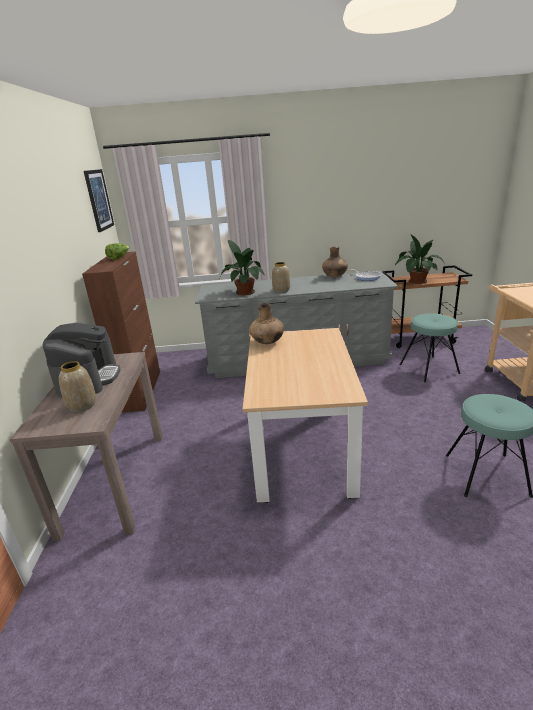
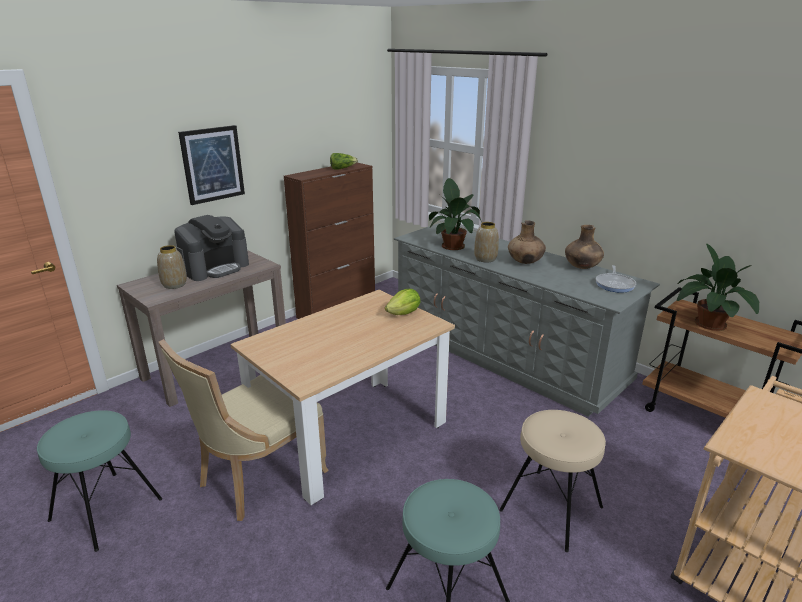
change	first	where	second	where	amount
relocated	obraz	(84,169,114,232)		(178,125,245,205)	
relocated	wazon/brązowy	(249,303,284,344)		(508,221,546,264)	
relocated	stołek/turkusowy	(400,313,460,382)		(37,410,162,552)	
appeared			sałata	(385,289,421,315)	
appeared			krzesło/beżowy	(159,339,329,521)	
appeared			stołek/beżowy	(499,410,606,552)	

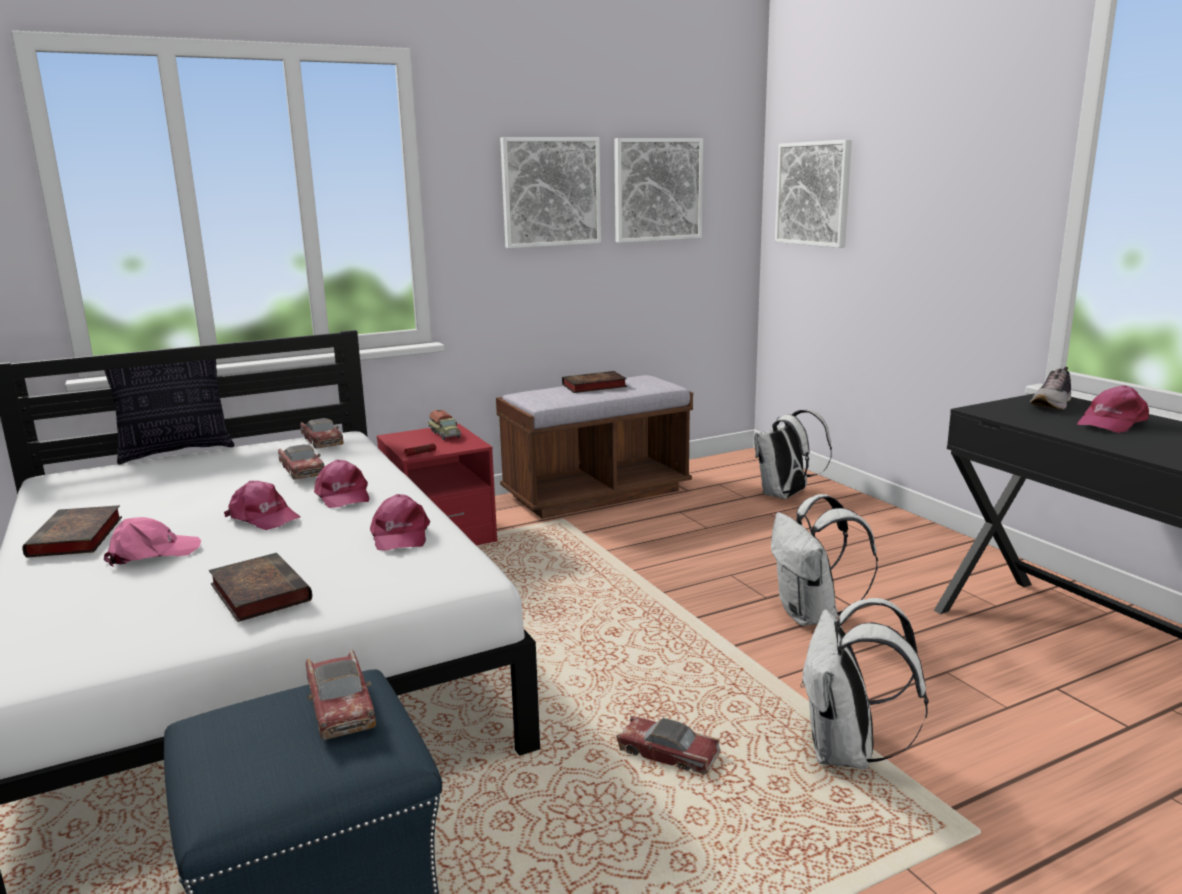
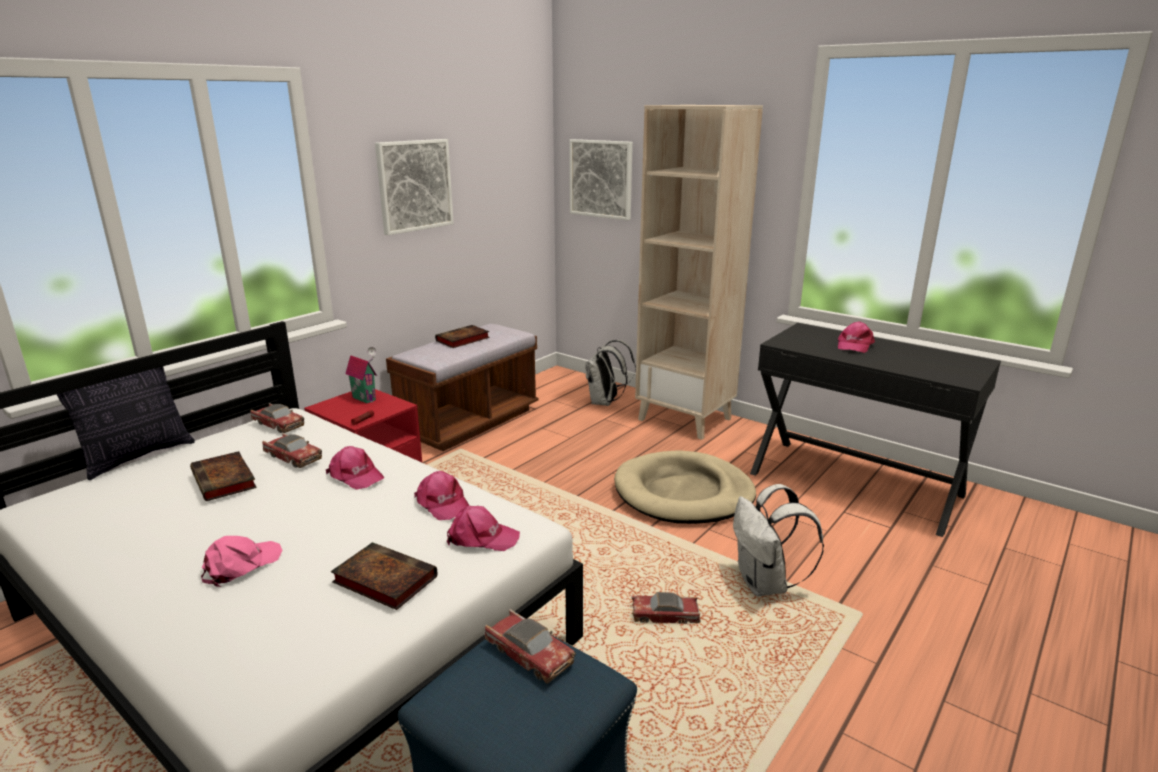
change	first	where	second	where	amount
missing	obraz	(614,138,703,243)			
missing	but	(1030,367,1071,410)			
exchanged	ciężarówka zabawkowa	(428,409,461,440)	domek	(345,347,377,403)	
relocated	czapka z daszkiem/różowy	(224,481,300,530)		(447,506,520,551)	
exchanged	plecak/biały	(771,494,878,626)	legowisko/beżowy	(614,451,756,524)	
relocated	książka	(22,505,122,558)		(190,451,257,501)	
appeared			regał/beżowy	(635,105,763,440)	

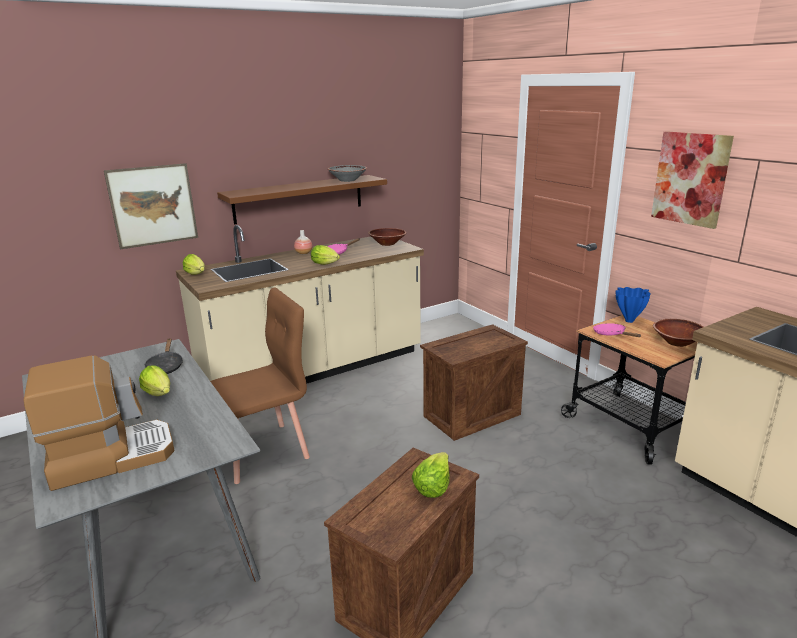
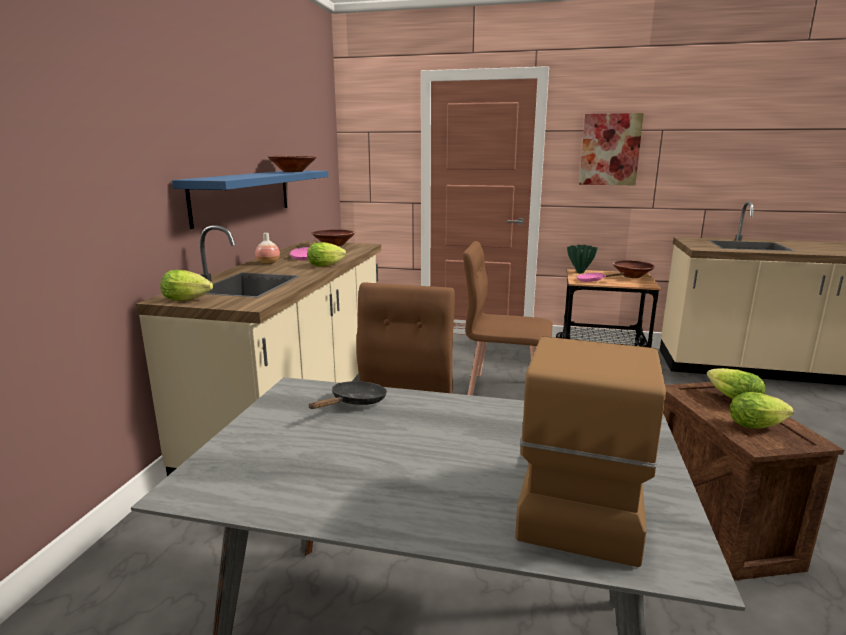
change	first	where	second	where	amount
missing	obraz	(104,163,198,249)			
colour	miska/szary	(328,165,367,182)	miska/brązowy	(267,156,316,172)	
colour	półka/brązowy	(217,175,387,224)	półka/niebieski	(172,171,328,229)	
colour	wazon/niebieski	(616,287,651,323)	wazon/zielony	(567,245,598,273)	
exchanged	skrzynka	(420,324,528,441)	krzesło/brązowy	(463,241,553,396)	
spun	patelnia/czarny	(144,338,183,374)		(308,381,387,409)	90 degrees counterclockwise
relocated	sałata	(139,365,170,396)		(730,392,794,428)	

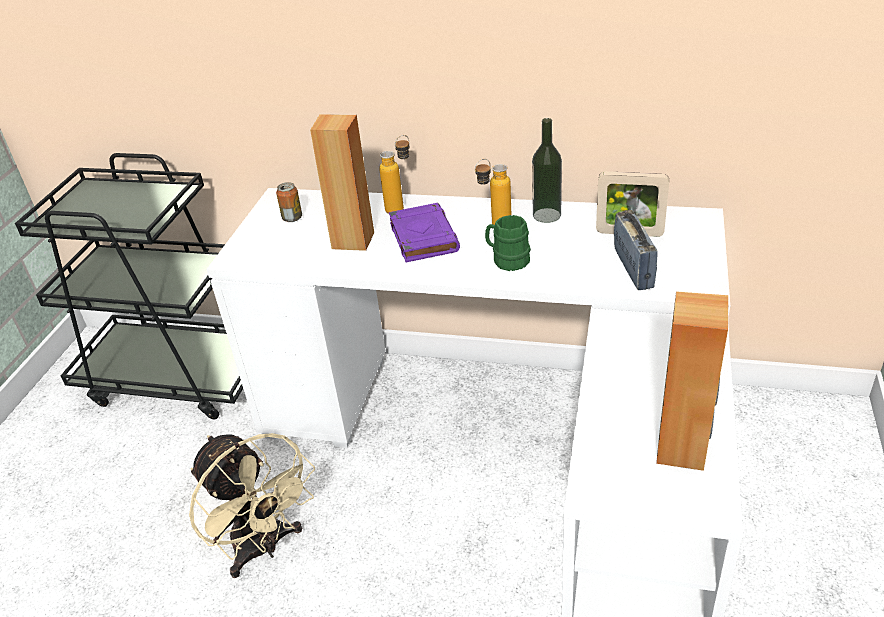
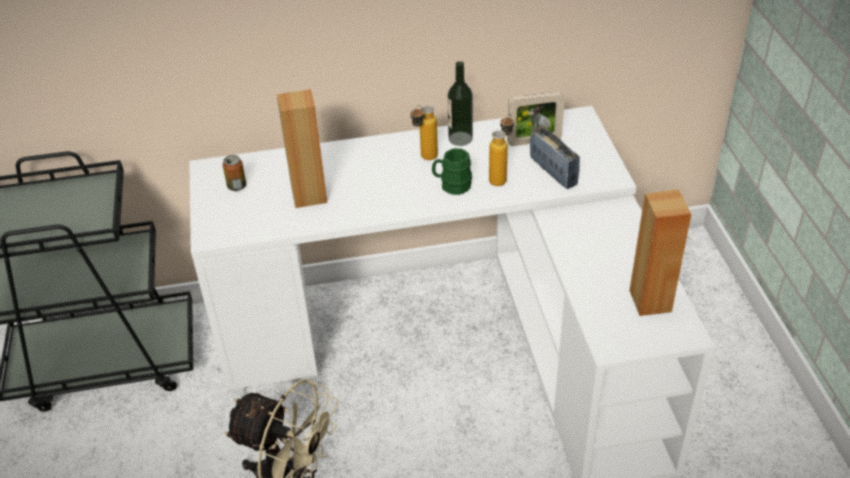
change	first	where	second	where	amount
relocated	butelka	(379,135,410,214)		(489,113,514,186)	
missing	książka/fioletowy	(389,203,460,262)			

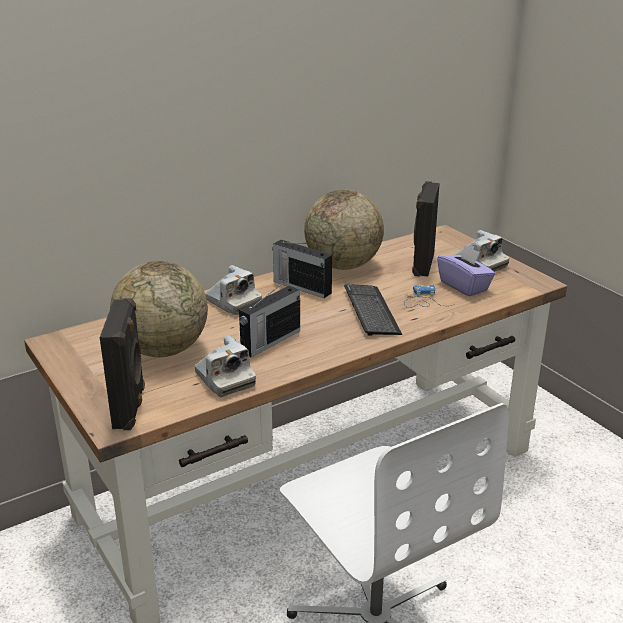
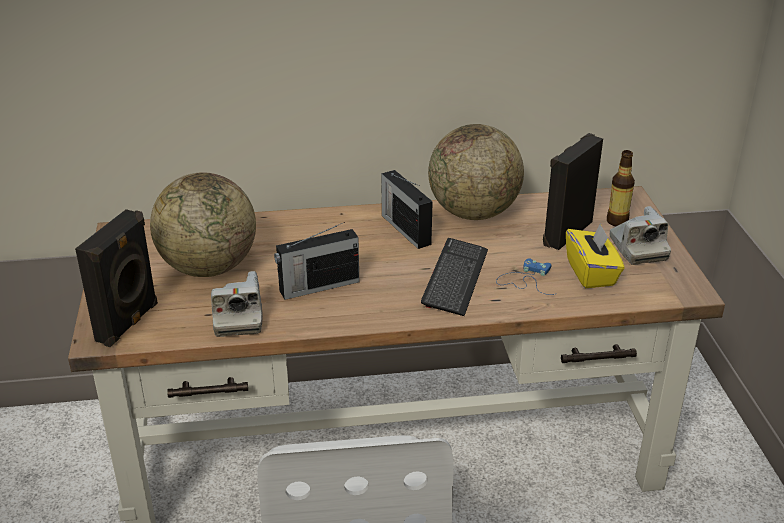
change	first	where	second	where	amount
colour	pudełko chusteczek/fioletowy	(437,245,495,296)	pudełko chusteczek/żółty	(566,223,625,288)	
missing	aparat fotograficzny	(205,265,262,315)			
appeared			butelka	(607,150,635,226)	

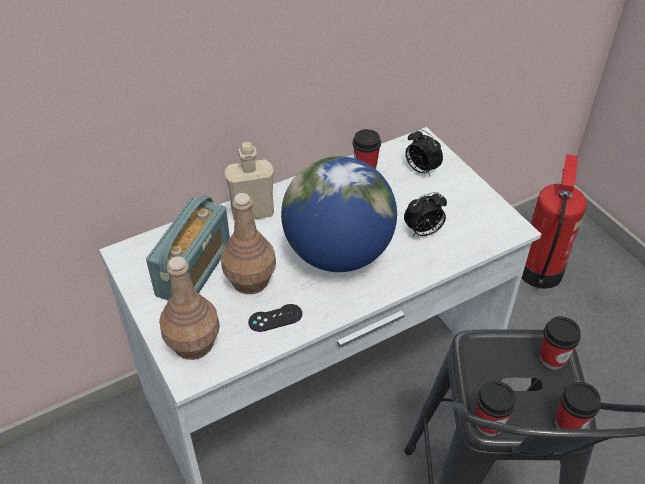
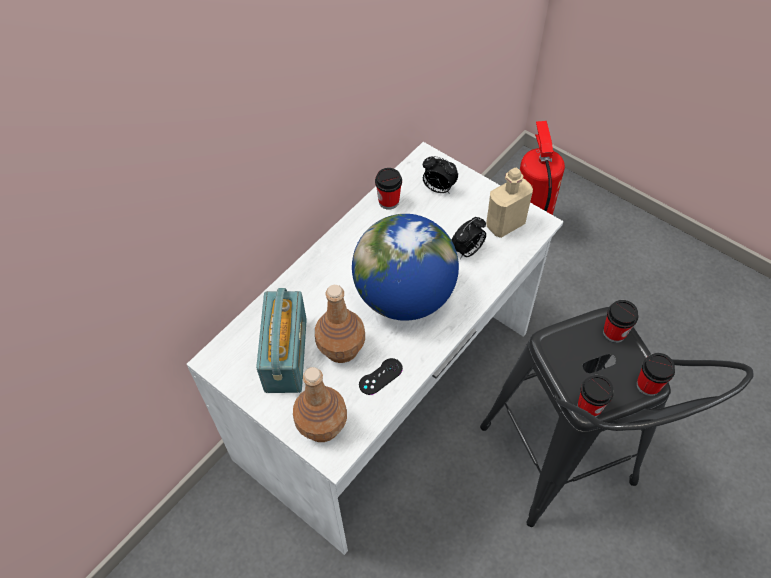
change	first	where	second	where	amount
relocated	butelka/beżowy	(225,142,274,220)		(486,168,533,238)	

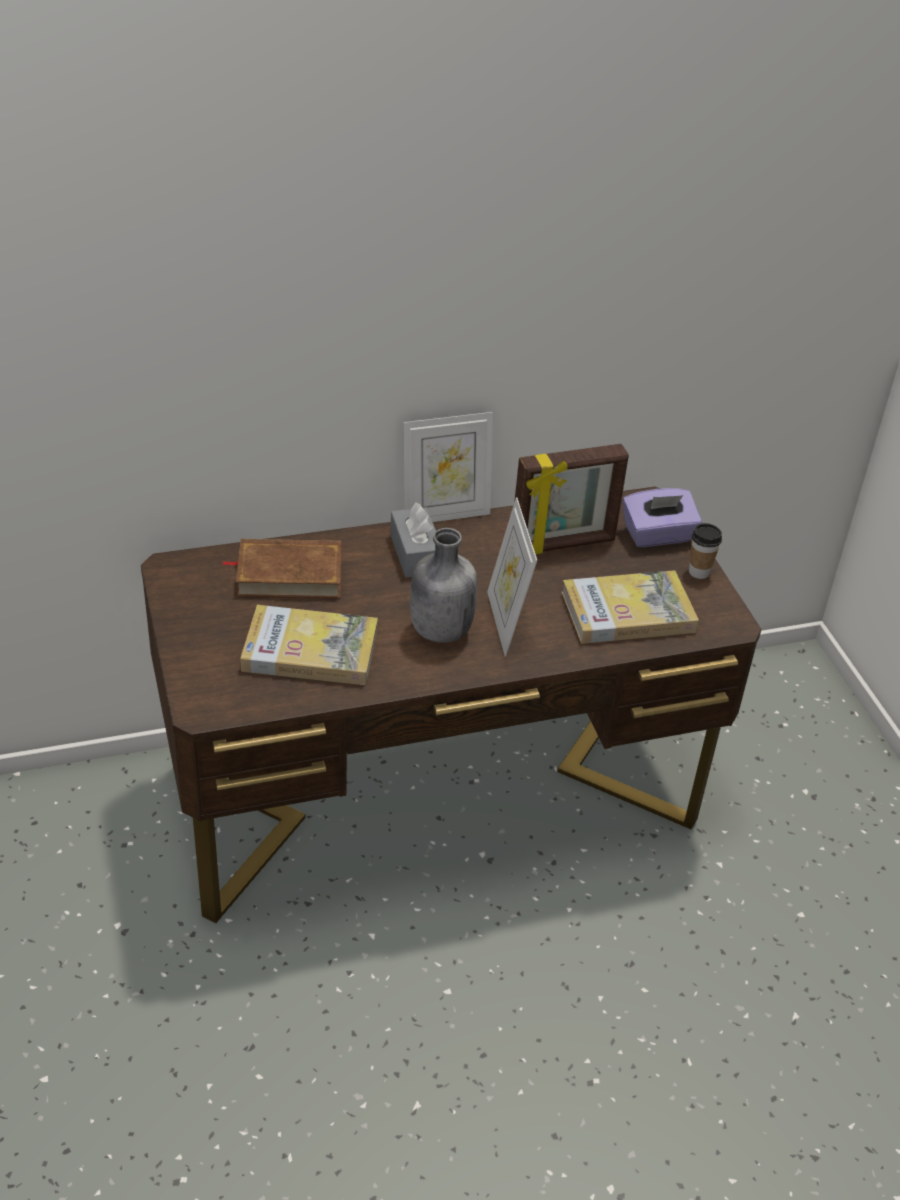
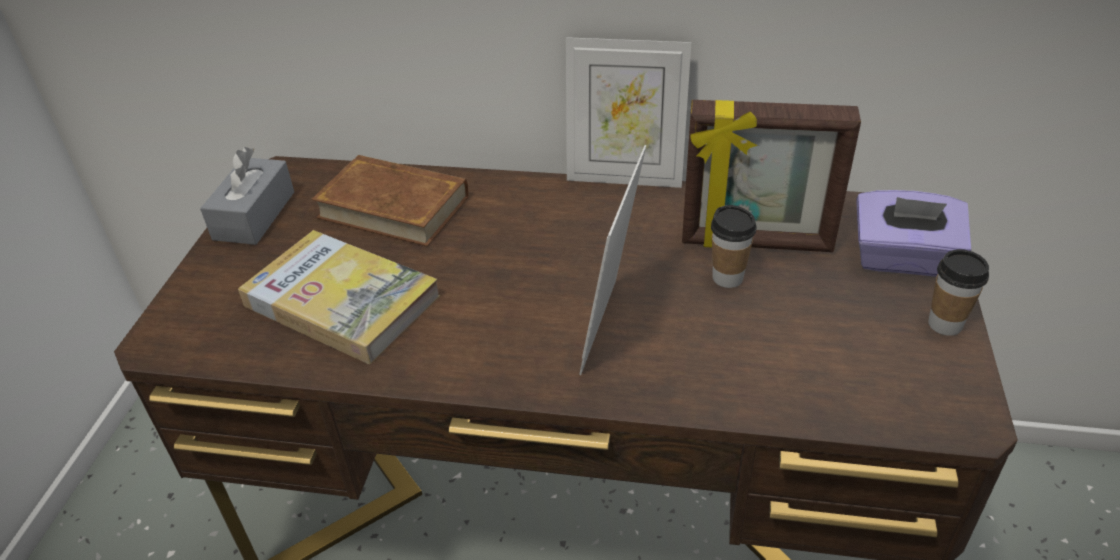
change	first	where	second	where	amount
relocated	pudełko chusteczek/szary	(390,502,436,577)		(200,147,294,245)	
missing	butelka/szary	(410,528,477,643)			
missing	książka	(562,570,699,644)			
appeared			filiżanka	(711,205,757,288)	

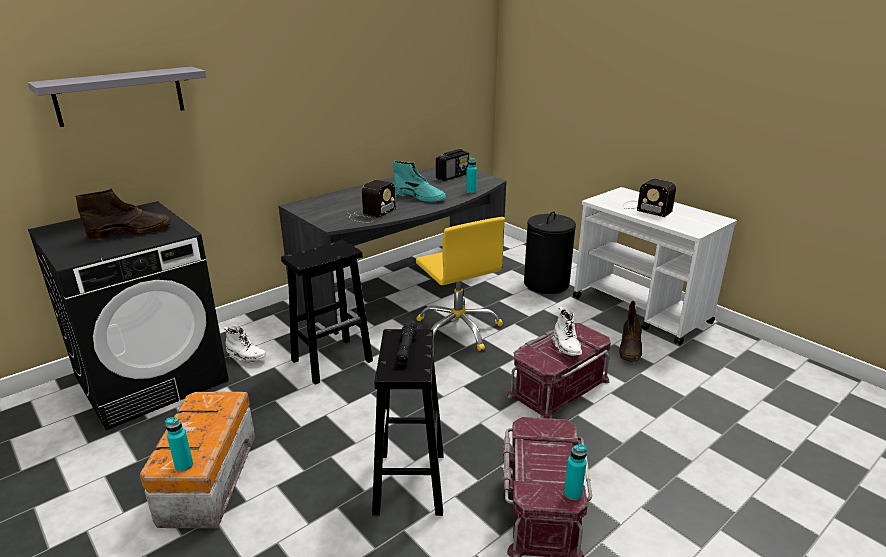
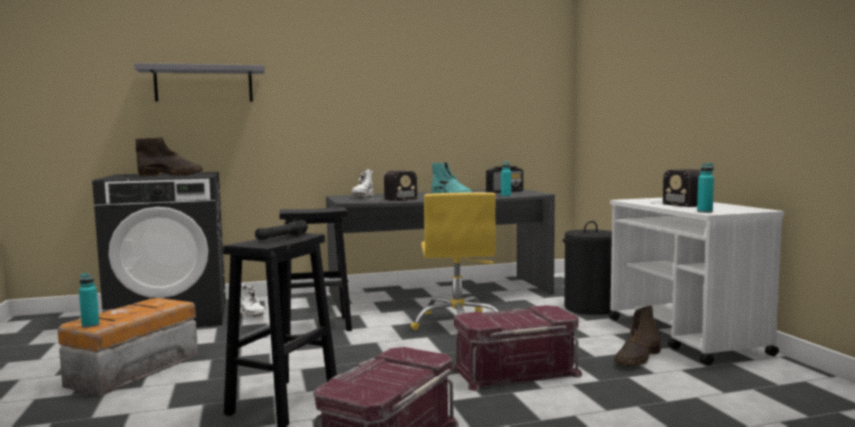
change	first	where	second	where	amount
relocated	but z cholewką/biały	(550,307,582,356)		(351,169,374,197)	
relocated	butelka/turkusowy	(564,444,587,500)		(697,163,714,213)	

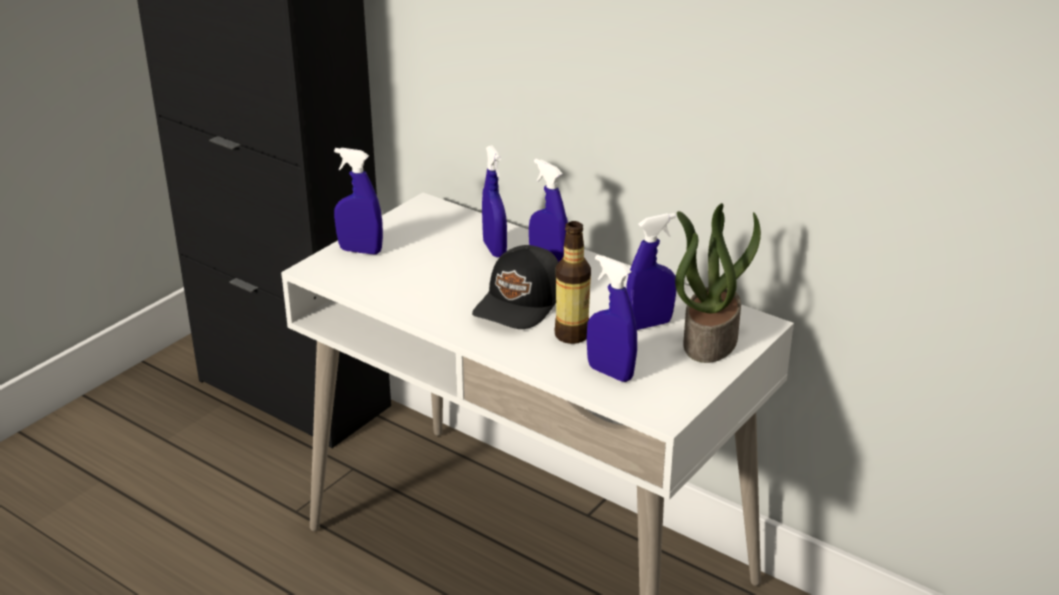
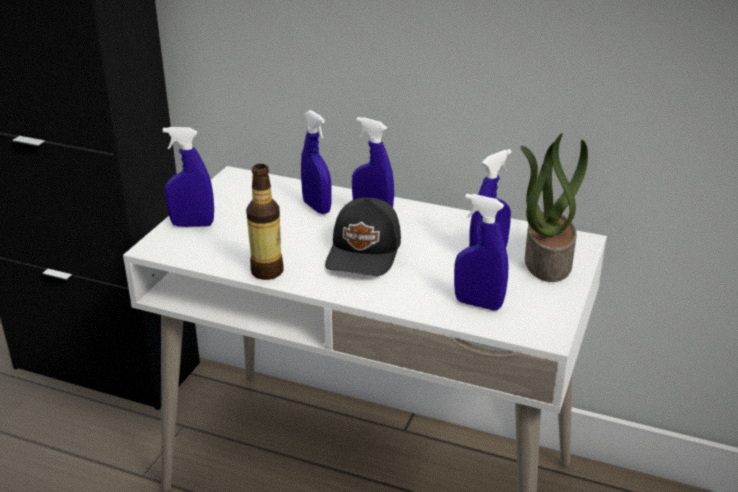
change	first	where	second	where	amount
relocated	butelka	(554,221,591,344)		(246,164,283,280)	

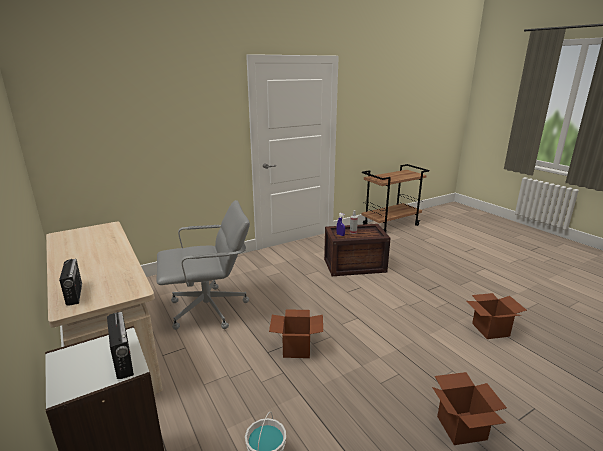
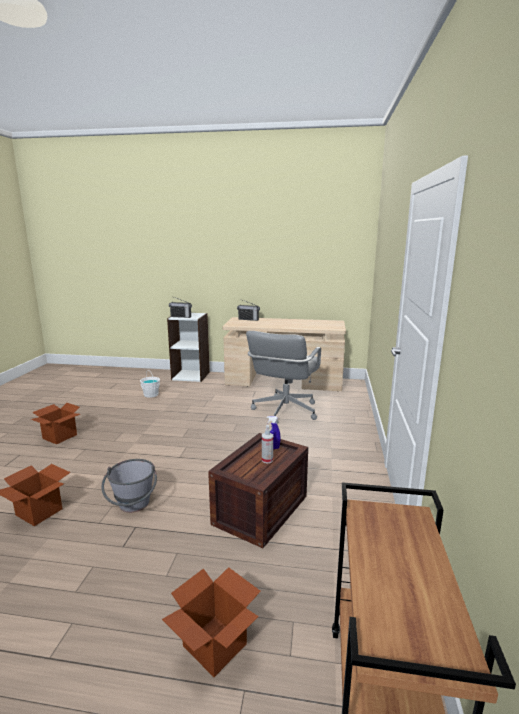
change	first	where	second	where	amount
relocated	karton	(269,309,323,358)		(162,567,261,677)	
appeared			wiadro/szary	(101,459,157,513)	

